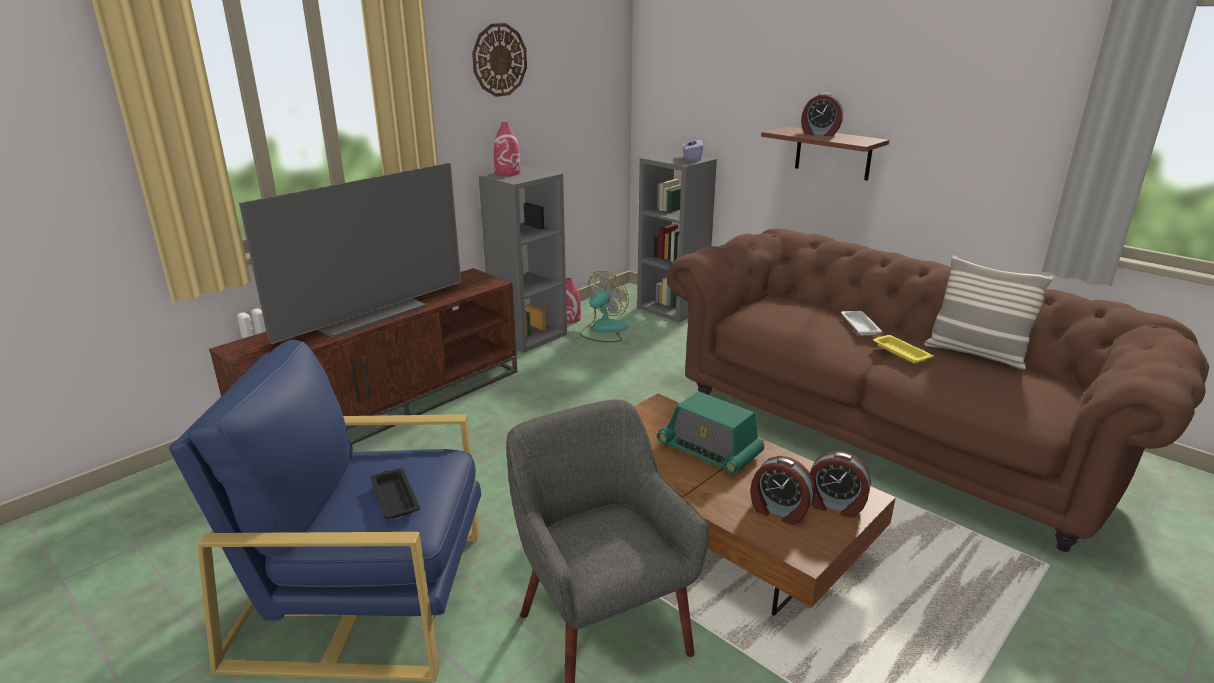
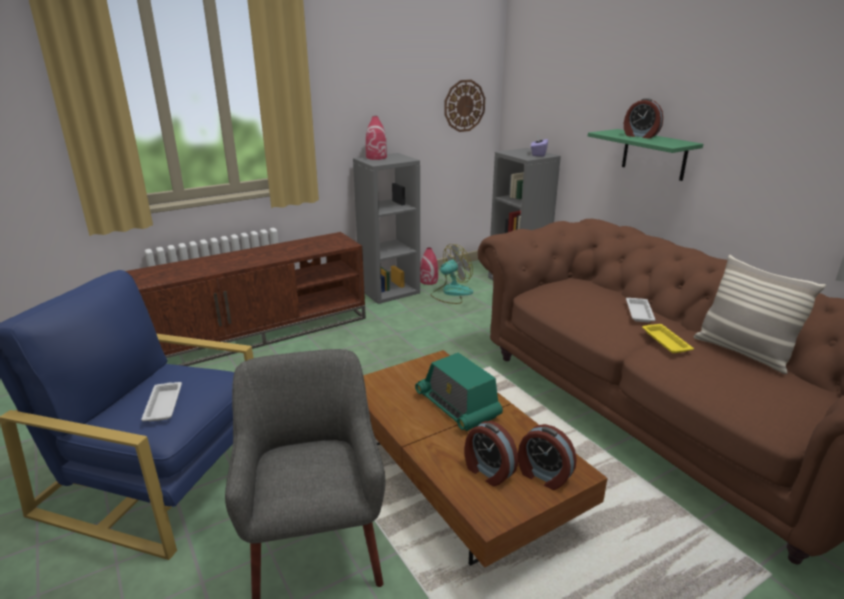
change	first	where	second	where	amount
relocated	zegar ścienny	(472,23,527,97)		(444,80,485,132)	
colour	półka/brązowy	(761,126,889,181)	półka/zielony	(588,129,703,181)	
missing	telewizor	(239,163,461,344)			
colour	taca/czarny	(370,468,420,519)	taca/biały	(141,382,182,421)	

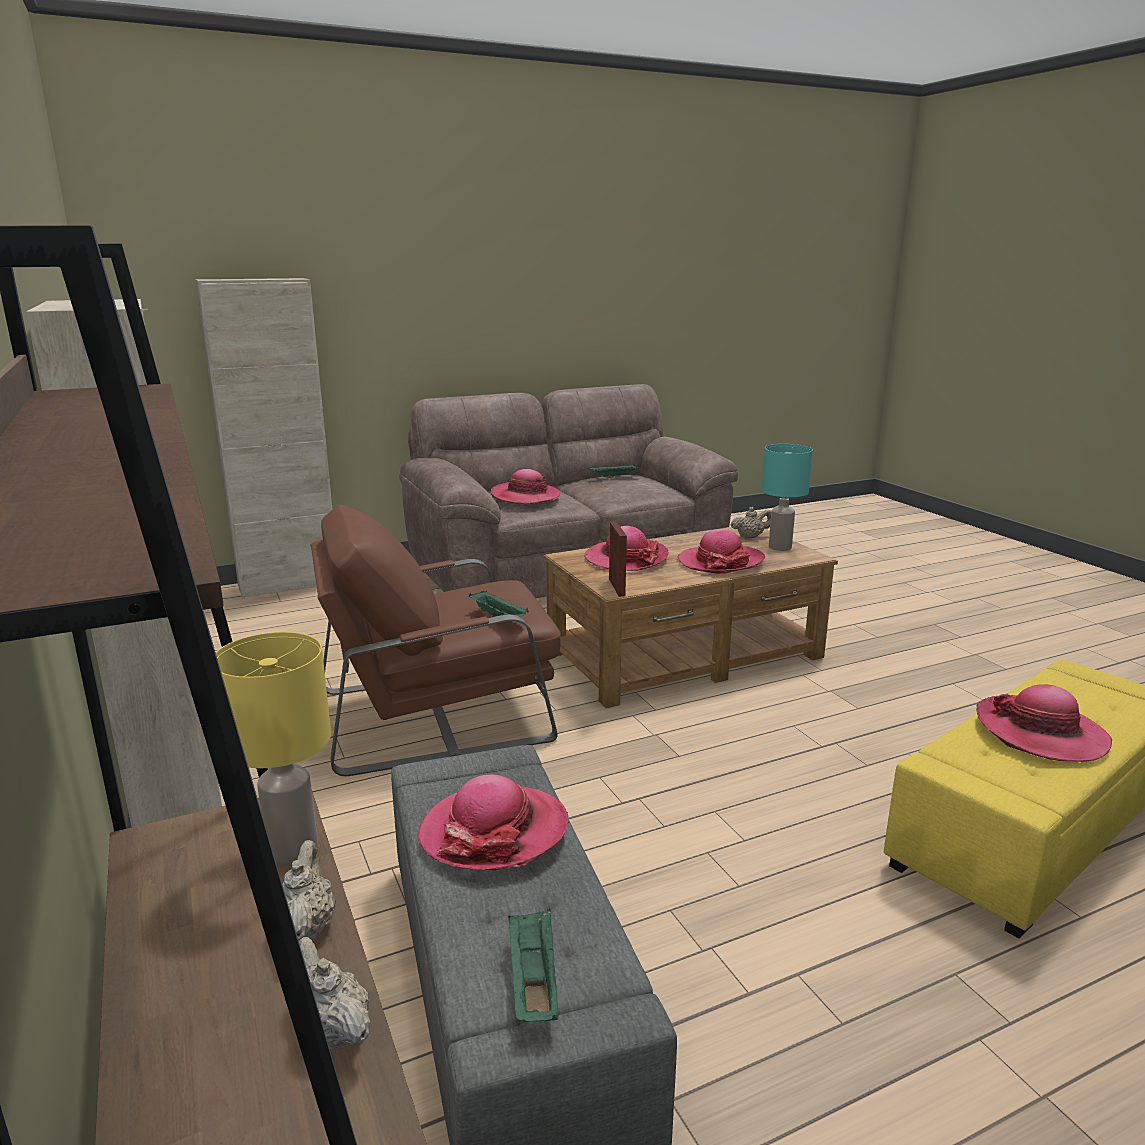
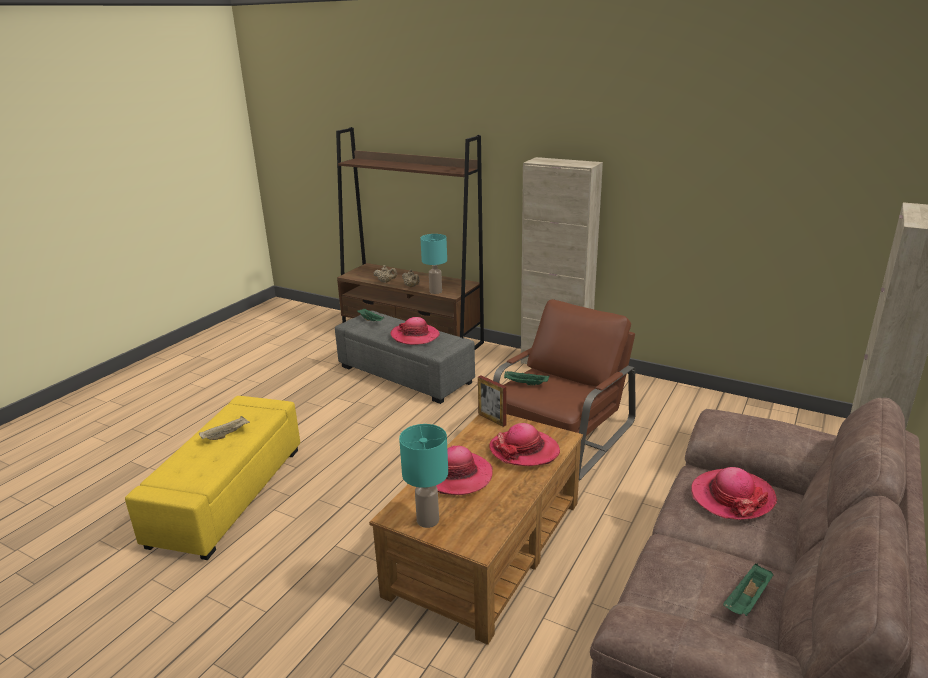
change	first	where	second	where	amount
missing	imbryk/beżowy	(731,507,771,539)			
colour	lampa stołowa/żółty	(216,632,331,865)	lampa stołowa/turkusowy	(420,234,447,294)	
exchanged	kapelusz	(976,684,1112,762)	taca/beżowy	(199,416,250,440)	

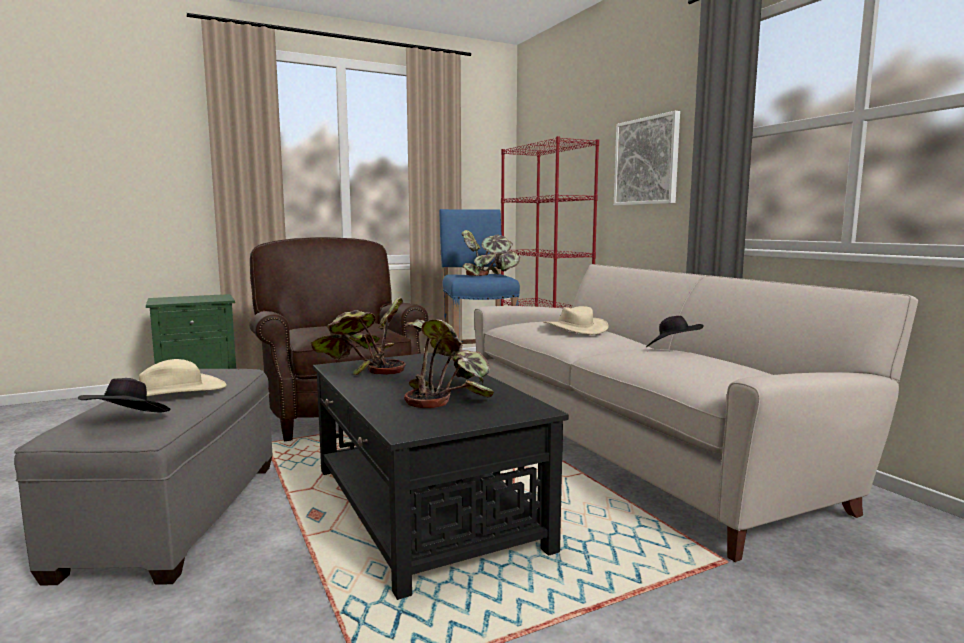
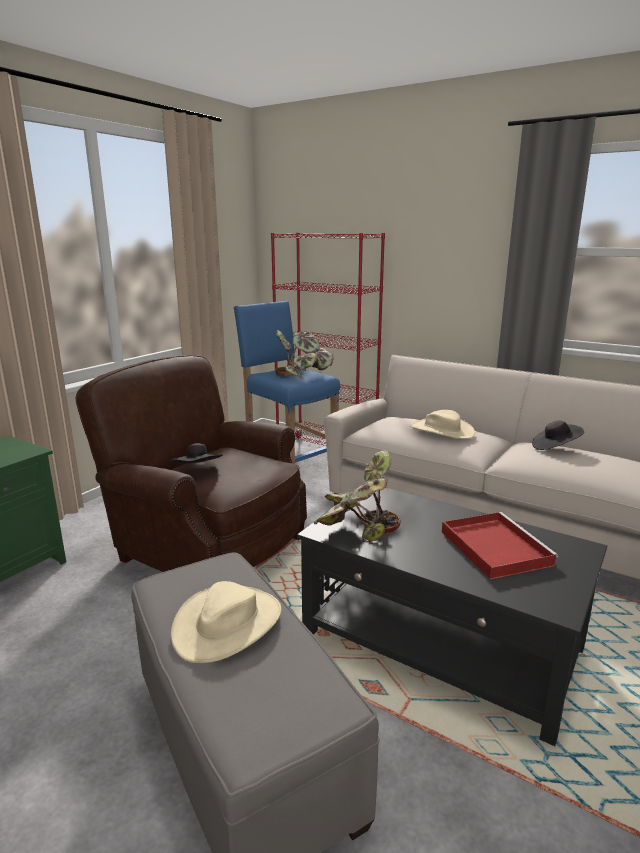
change	first	where	second	where	amount
missing	obraz	(614,111,680,206)			
exchanged	roślina doniczkowa	(404,319,494,408)	taca/czerwony	(442,512,558,579)	
relocated	kapelusz/czarny	(78,378,170,412)		(171,443,223,464)	

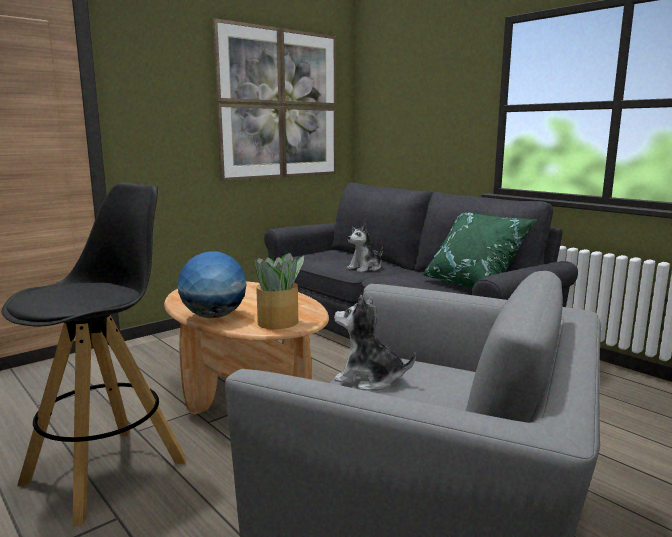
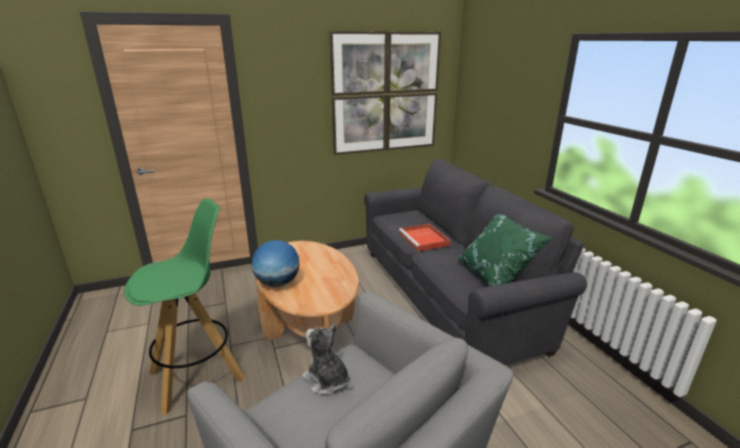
change	first	where	second	where	amount
colour	stołek/czarny	(1,182,187,526)	stołek/zielony	(124,198,245,415)	
exchanged	pluszak	(347,223,383,273)	taca/czerwony	(399,224,450,251)	
missing	roślina doniczkowa	(255,253,304,329)			

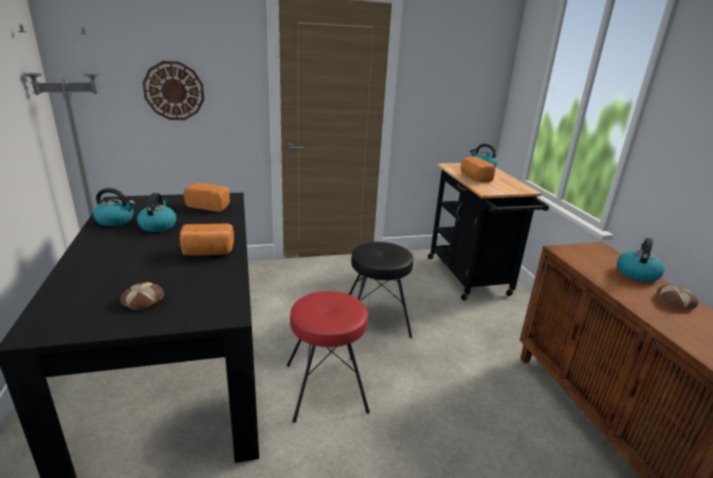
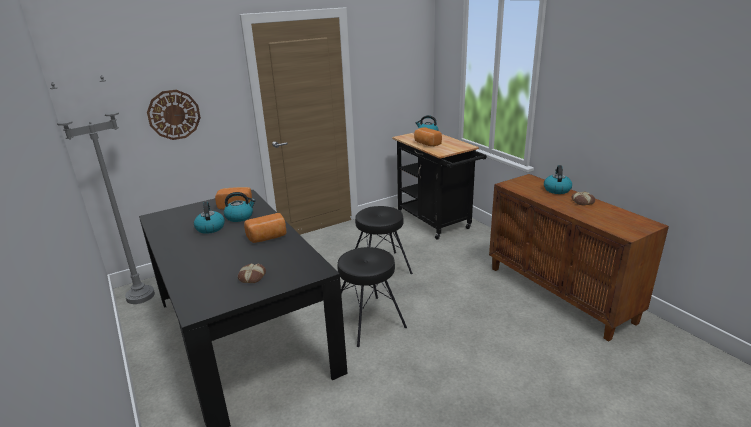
change	first	where	second	where	amount
relocated	czajnik	(93,188,135,226)		(224,192,256,222)	
colour	stołek/czerwony	(287,291,370,423)	stołek/czarny	(337,247,407,347)	

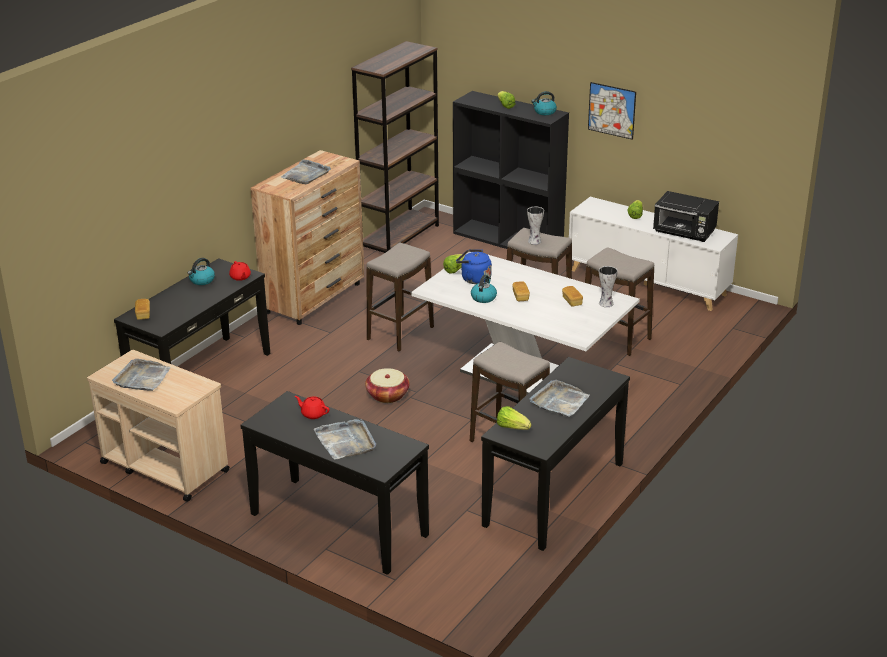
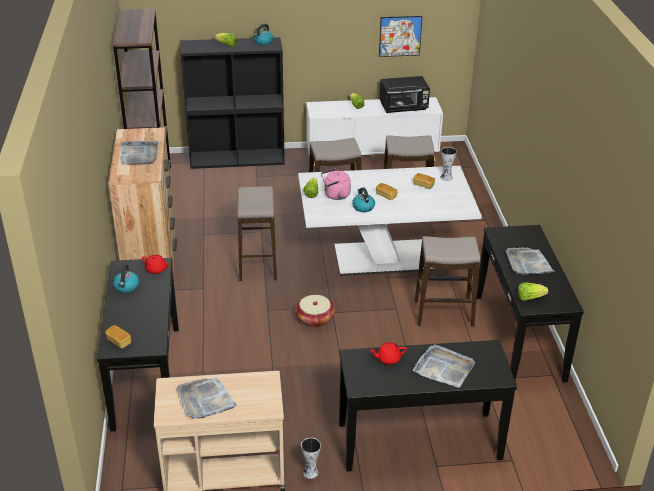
change	first	where	second	where	amount
relocated	obraz	(588,82,636,140)		(379,16,422,57)	
relocated	wazon	(527,207,544,245)		(301,438,321,479)	
colour	czajnik/niebieski	(456,249,492,284)	czajnik/różowy	(321,168,351,200)	

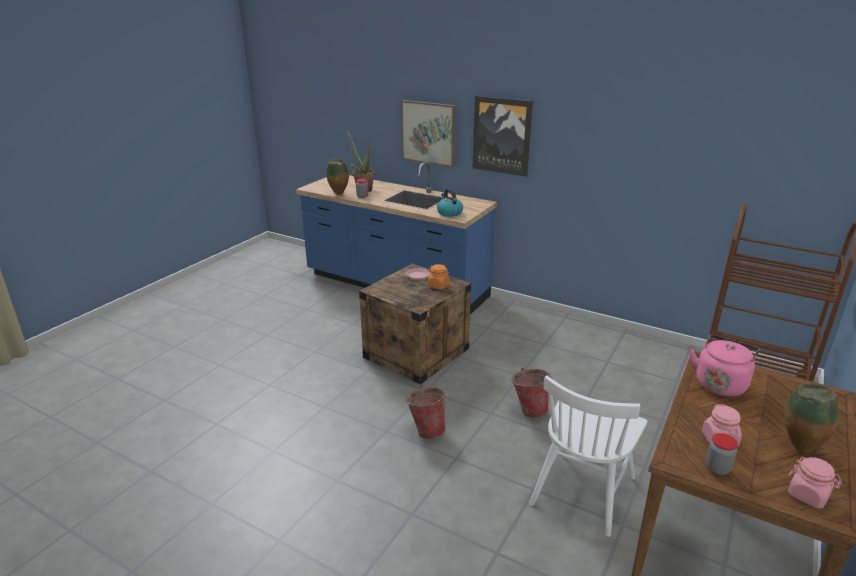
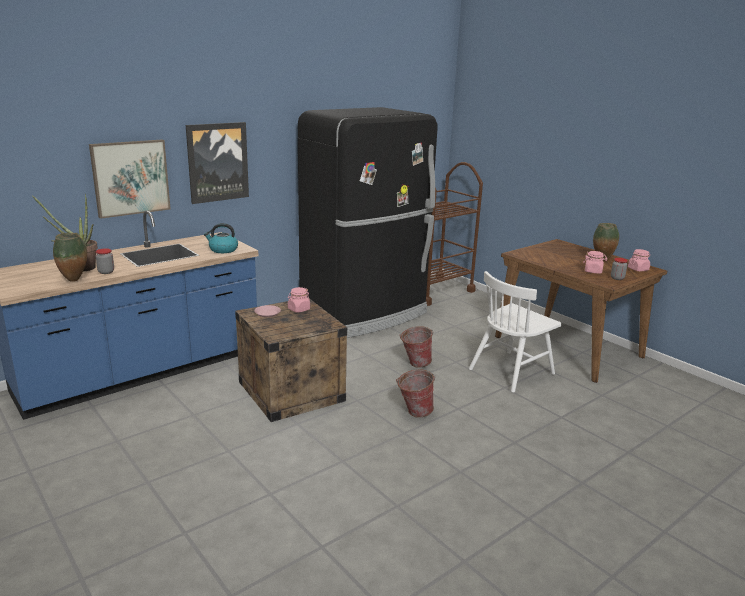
change	first	where	second	where	amount
colour	słoik/pomarańczowy	(427,264,449,289)	słoik/różowy	(288,287,310,313)	
missing	czajnik/różowy	(689,334,760,397)			
spun	krzesło/biały	(529,376,648,537)		(469,271,562,393)	90 degrees clockwise
appeared			lodówka/czarny	(298,107,438,338)	

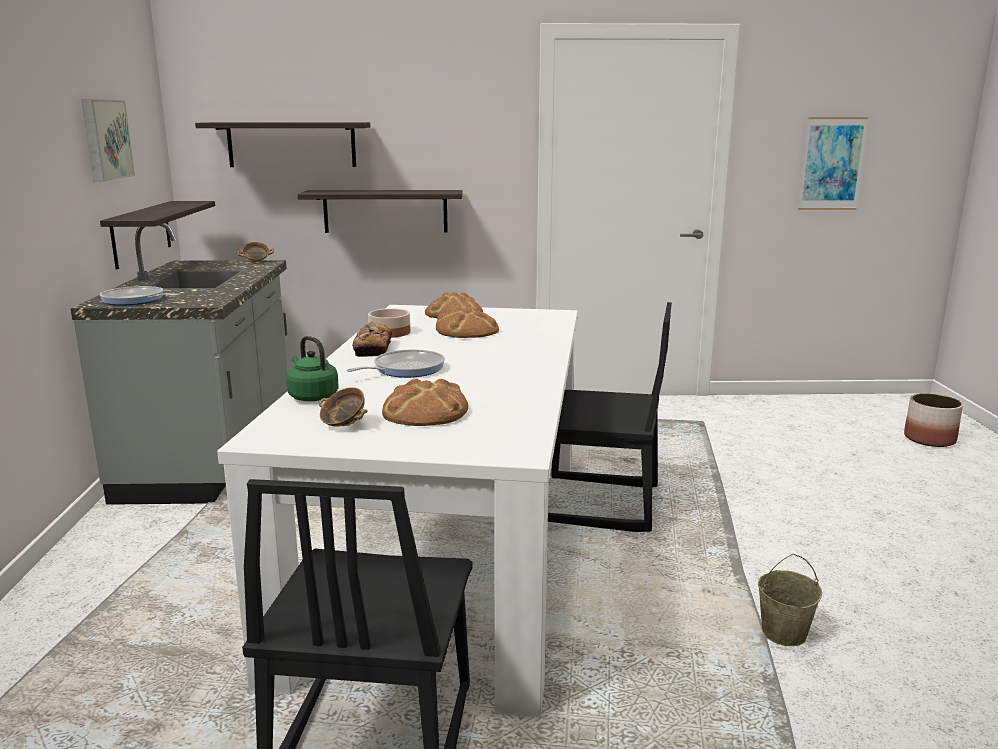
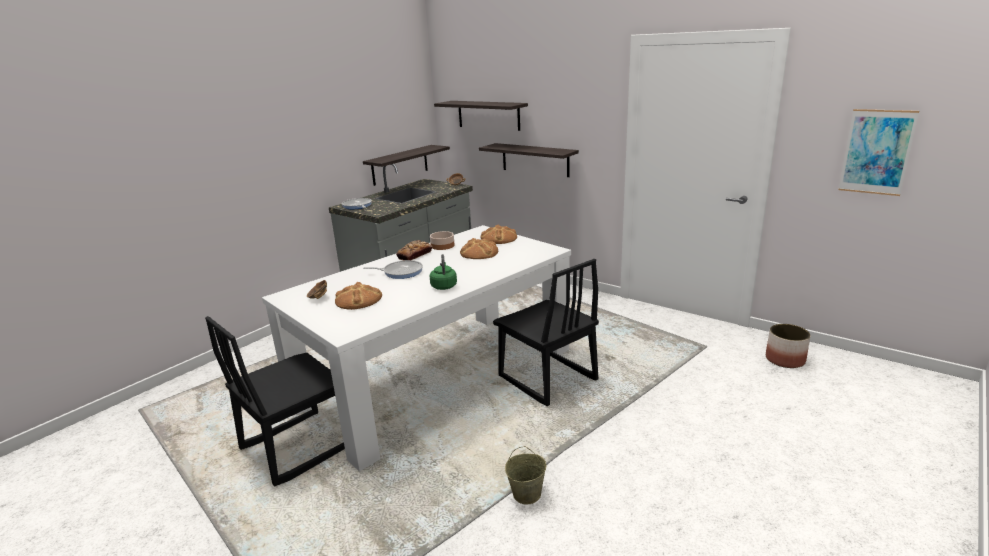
change	first	where	second	where	amount
missing	obraz	(82,99,135,181)			
relocated	czajnik/zielony	(286,336,339,401)		(430,254,457,290)	
relocated	donica	(904,393,963,447)		(766,324,811,368)	

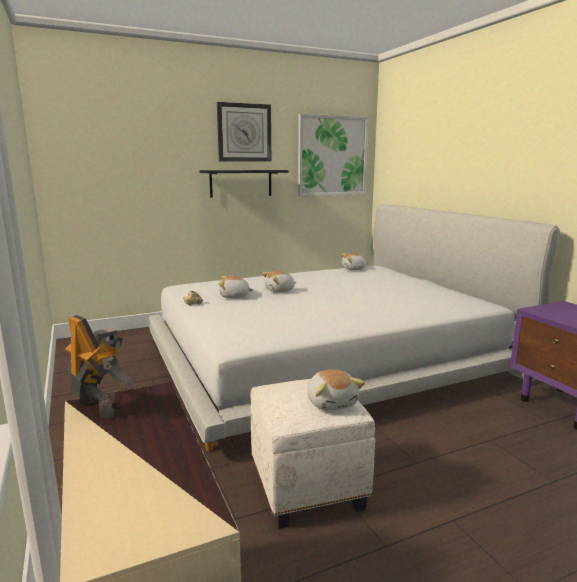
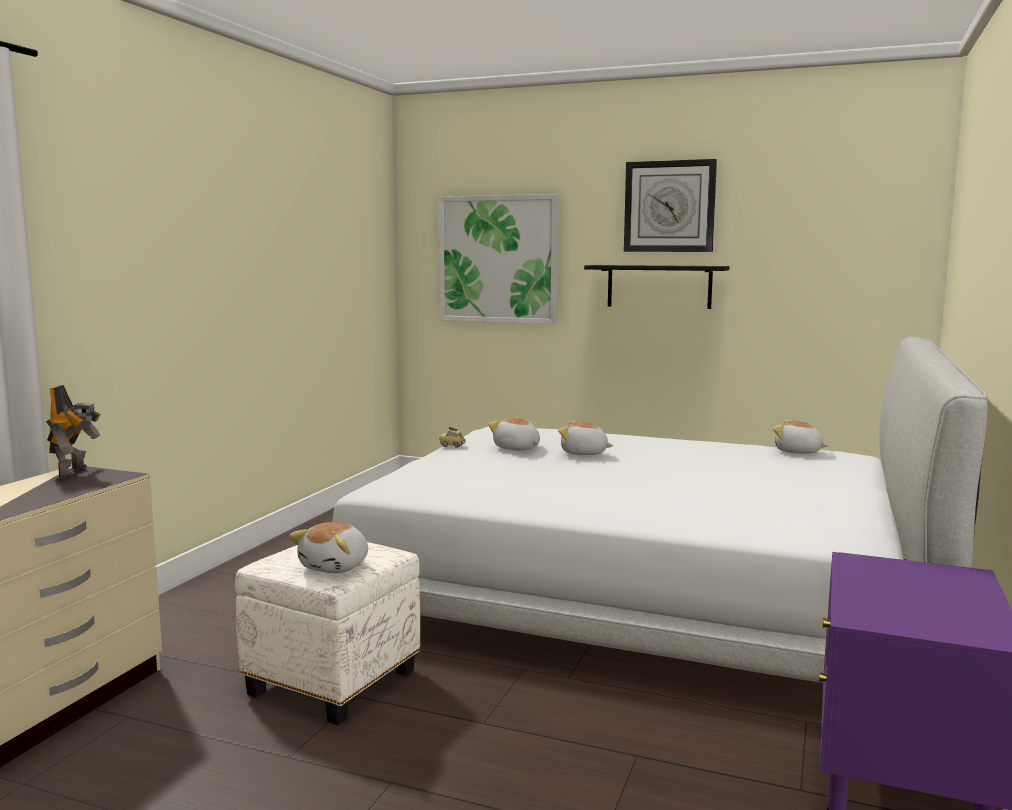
change	first	where	second	where	amount
relocated	obraz	(298,114,369,196)		(439,194,558,324)	

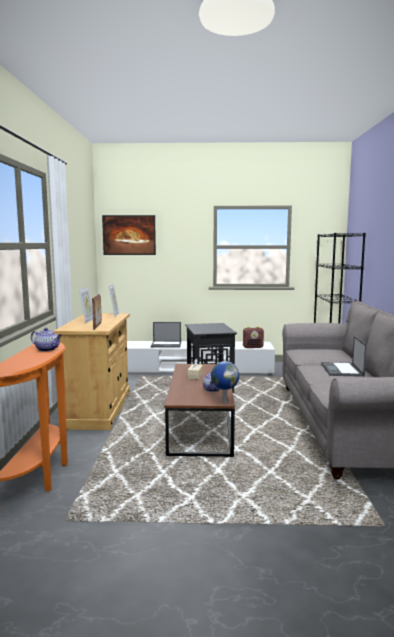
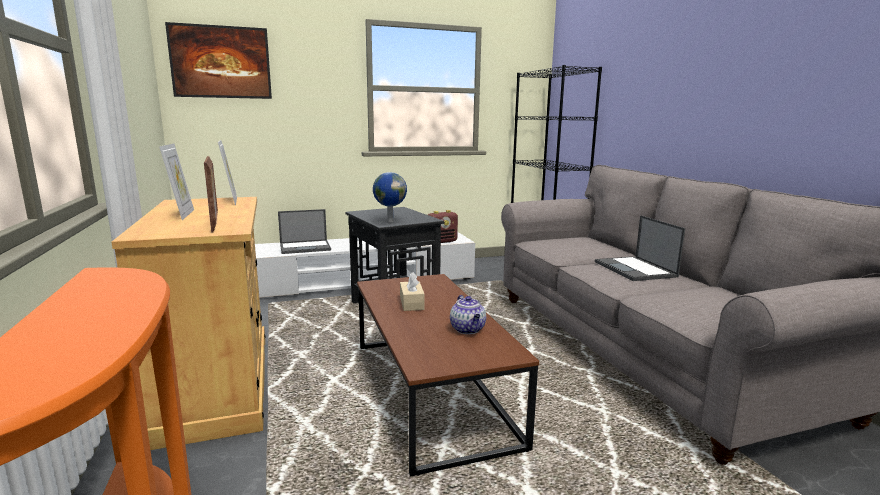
change	first	where	second	where	amount
missing	imbryk	(31,328,62,352)			
relocated	globus	(211,361,239,403)		(373,172,407,222)	

